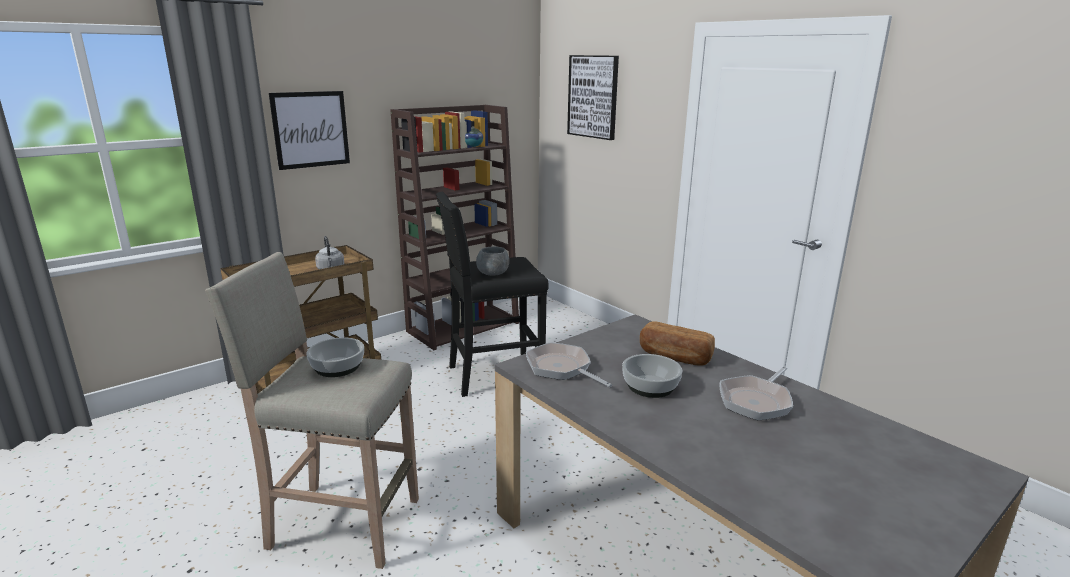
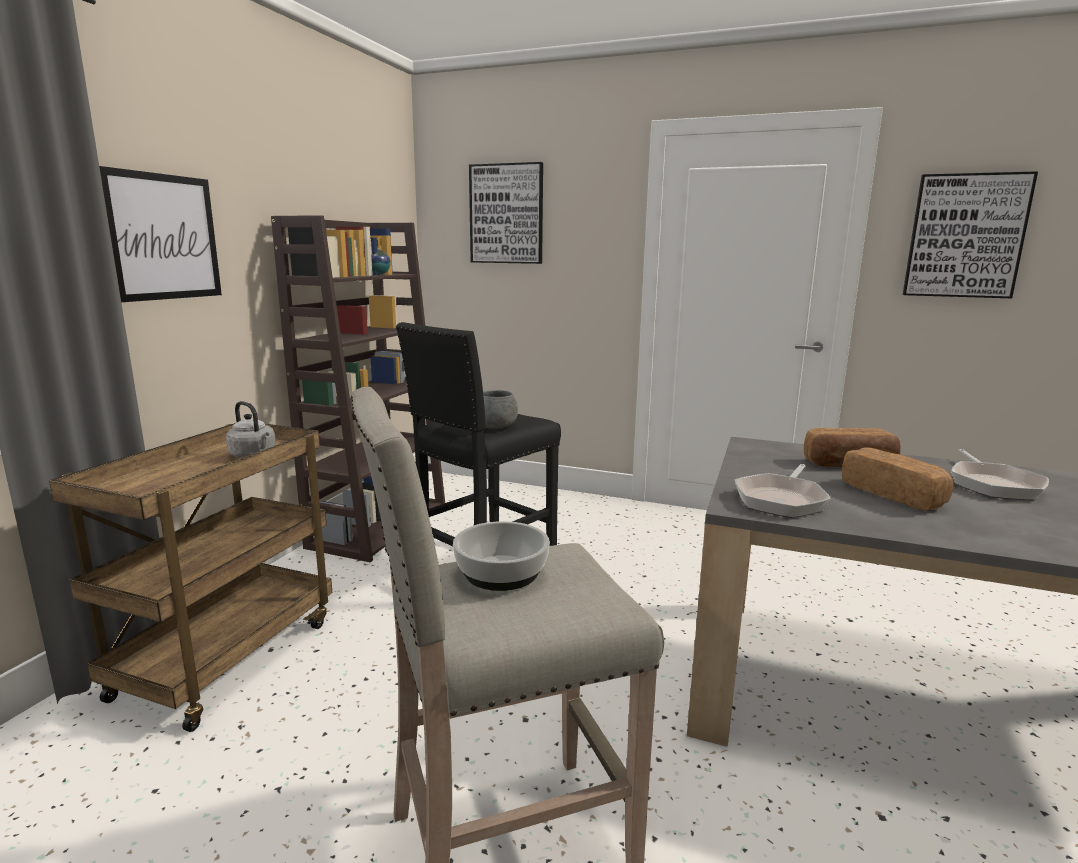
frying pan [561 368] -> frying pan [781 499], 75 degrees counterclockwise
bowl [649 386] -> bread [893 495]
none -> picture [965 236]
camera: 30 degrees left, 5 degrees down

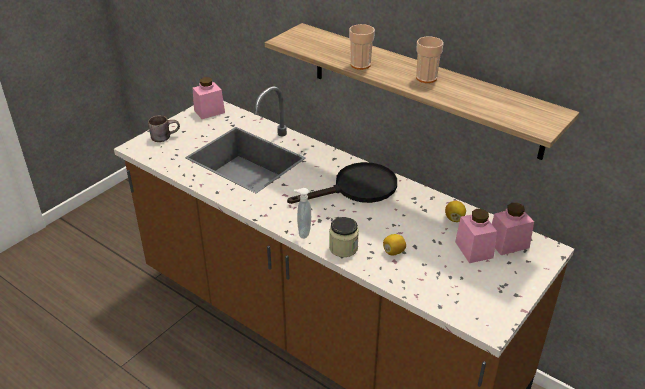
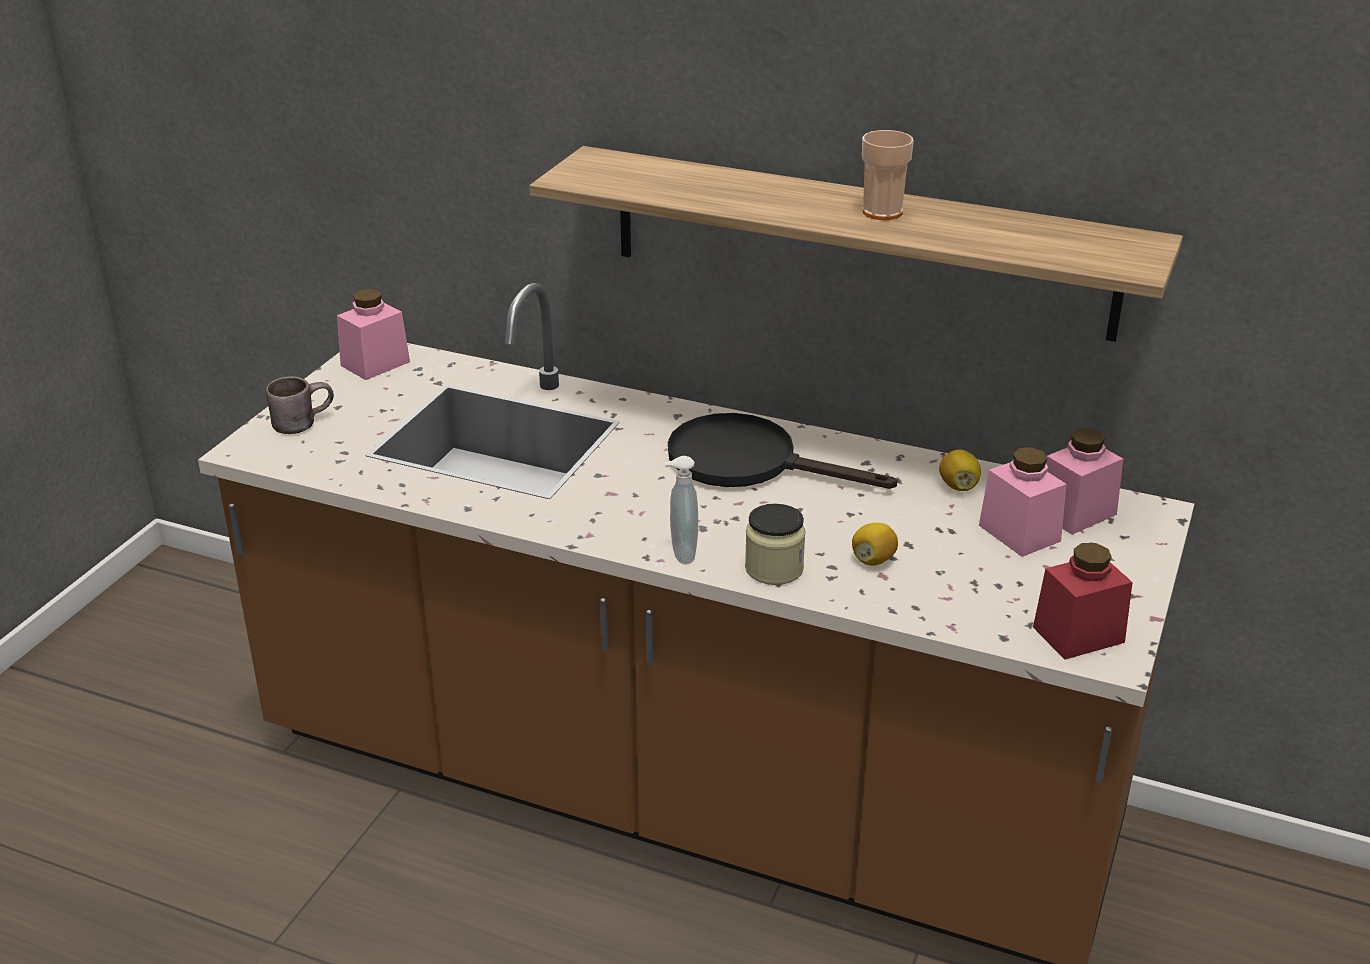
cup [360 65] -> none
frying pan/black [357 189] -> frying pan/black [749 462], 120 degrees counterclockwise
none -> jar/red [1078 634]
camera: 15 degrees left, 5 degrees down

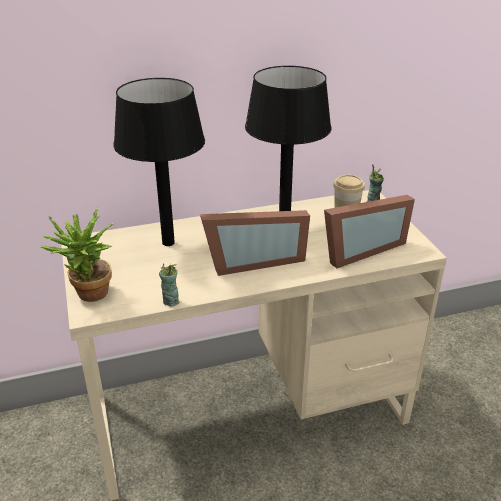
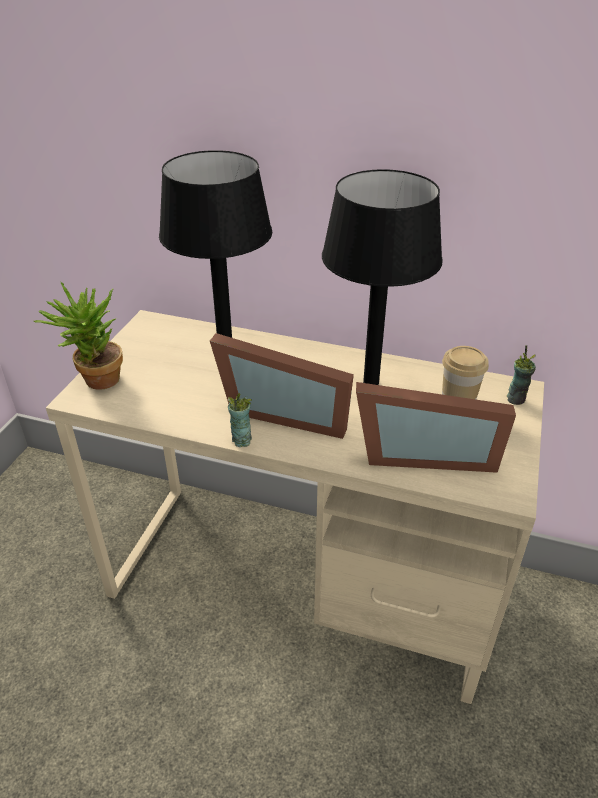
cup [170 301] -> cup [241 440], shifted
camera: 35 degrees right, 5 degrees up

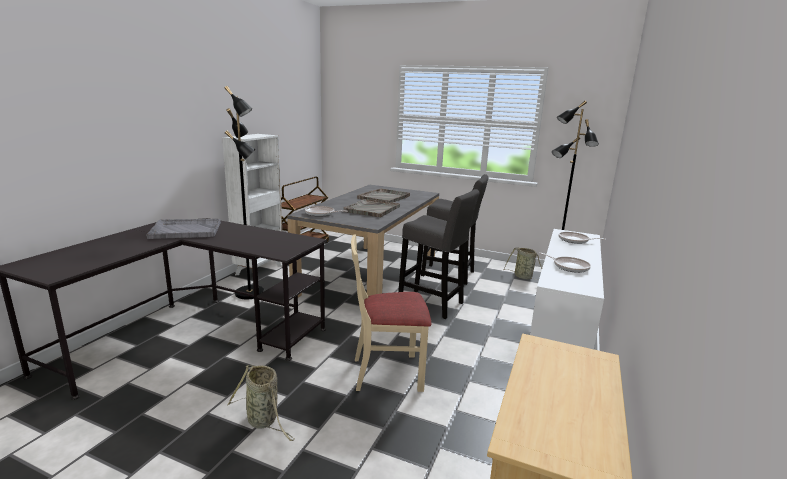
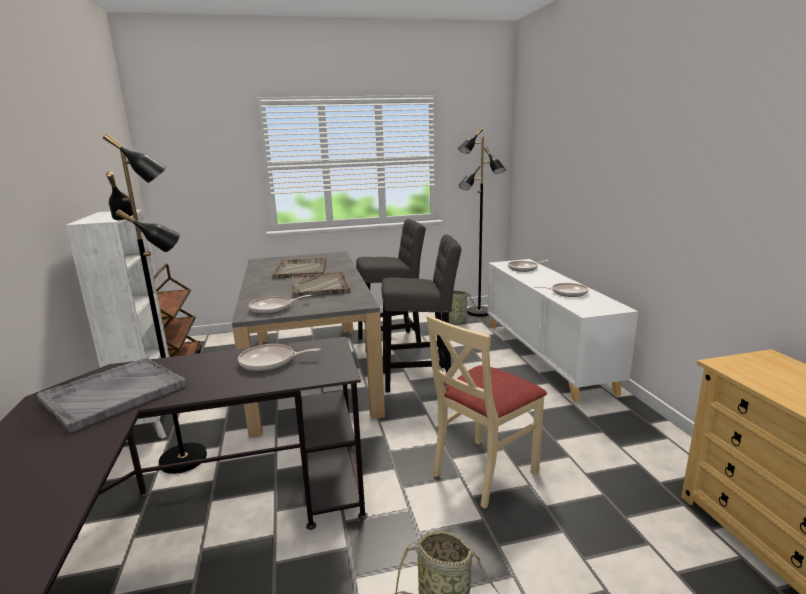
none -> frying pan [270 362]
camera: 35 degrees left, 0 degrees up

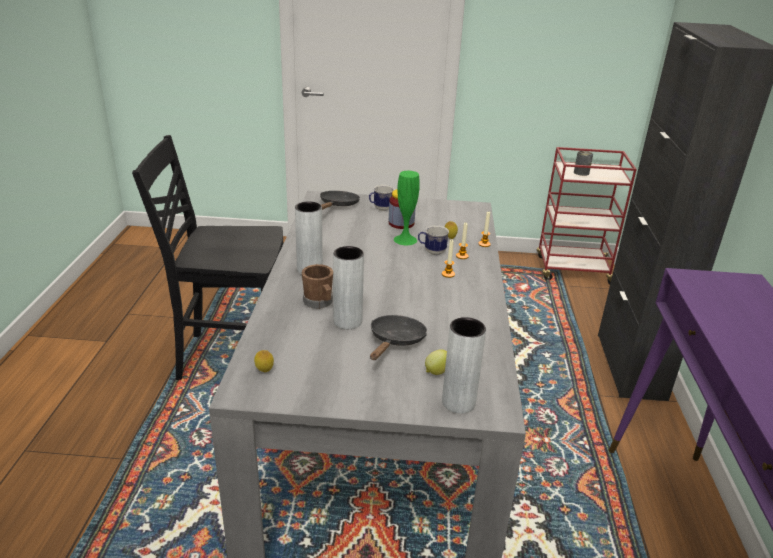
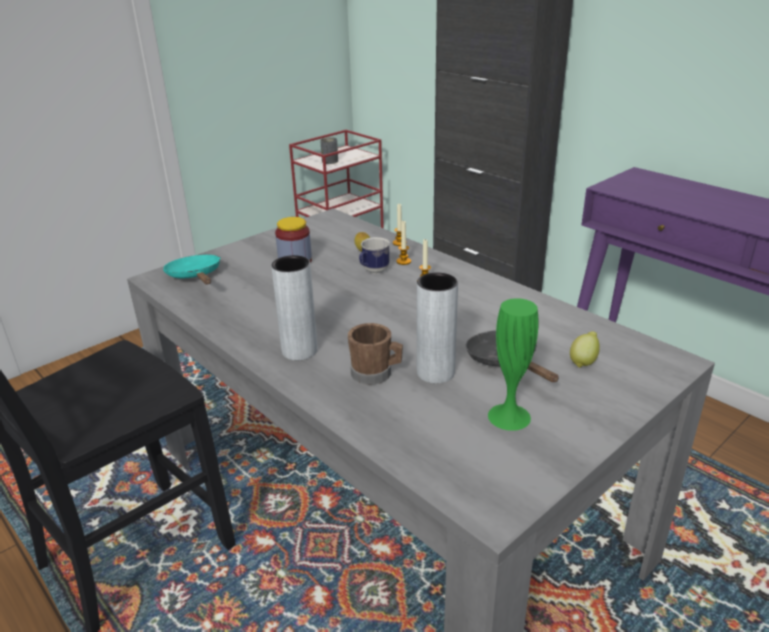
vase/green [405 240] -> vase/green [509 416], shifted
mug [380 209] -> none
frying pan/black [338 205] -> frying pan/turquoise [196 276]
vase/grey [458 402] -> none
lemon [264 371] -> none
camera: 45 degrees left, 0 degrees up

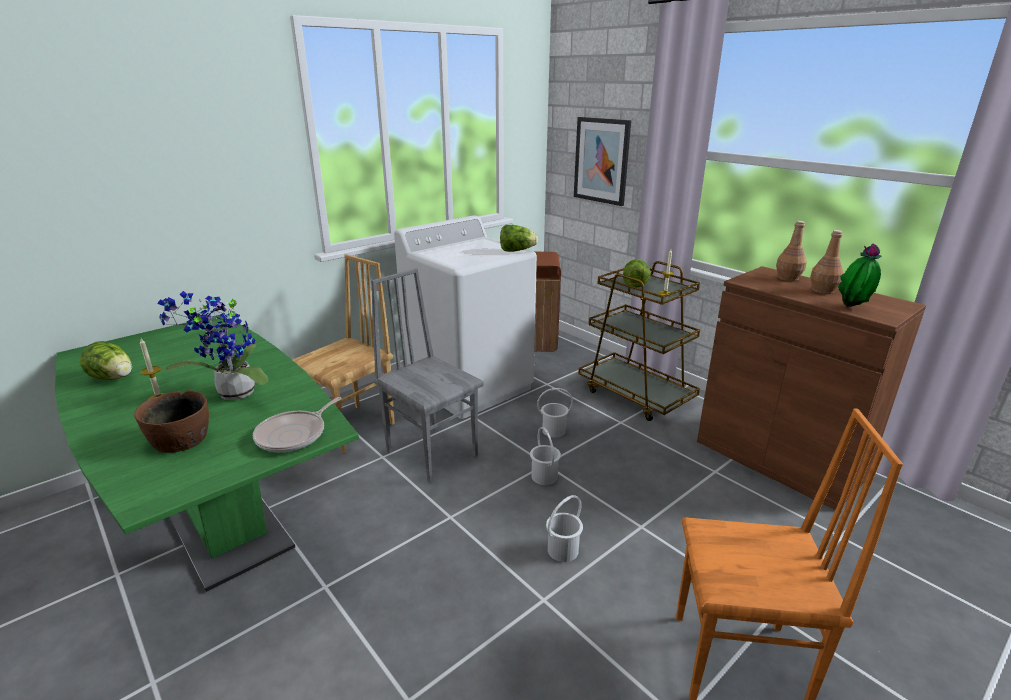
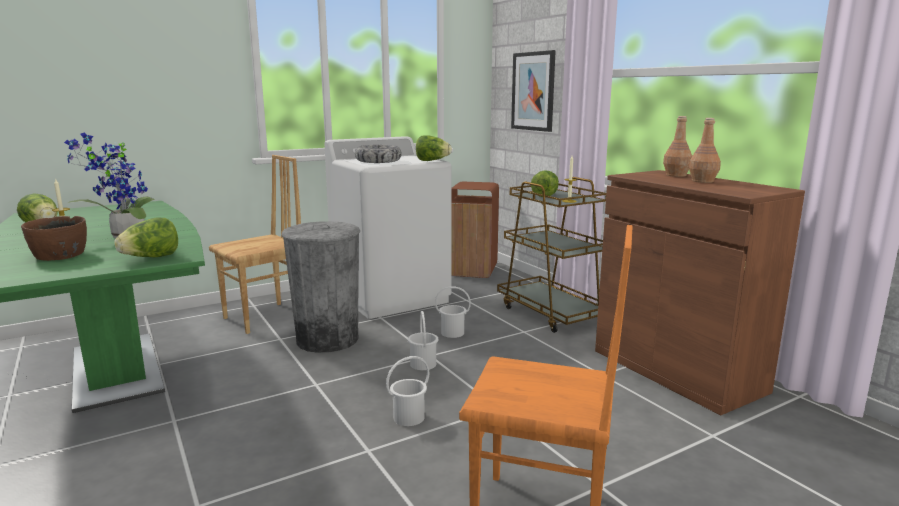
potted plant [852 307] -> none
chair/grey [432 452] -> trash can/grey [327 339]
frying pan [294 434] -> lettuce [151 257]
none -> bowl [378 161]
camera: 10 degrees right, 10 degrees down

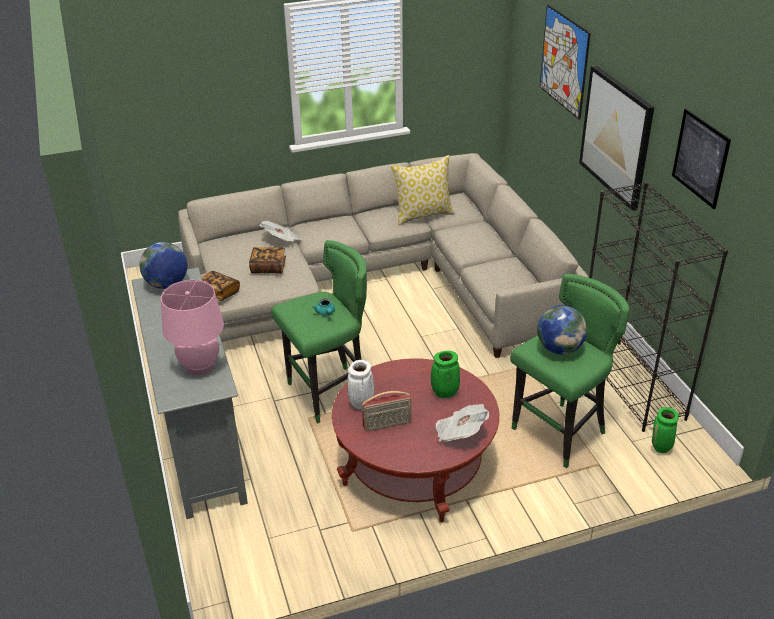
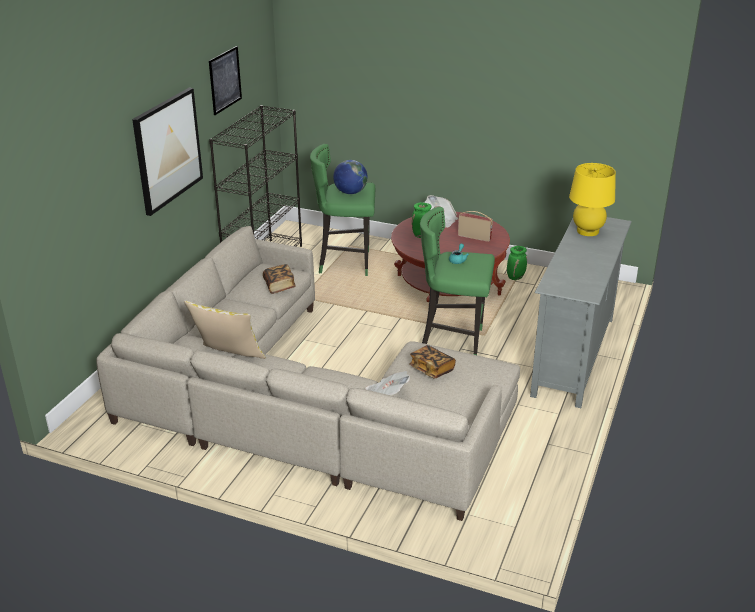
picture [564 61] -> none
globe [167 284] -> none
book [218 293] -> book [279 286], shifted
table lamp/pink [200 366] -> table lamp/yellow [587 231]
vase/white [361 404] -> none
vase/green [661 448] -> vase/green [515 277], shifted
camera: 140 degrees left, 5 degrees down

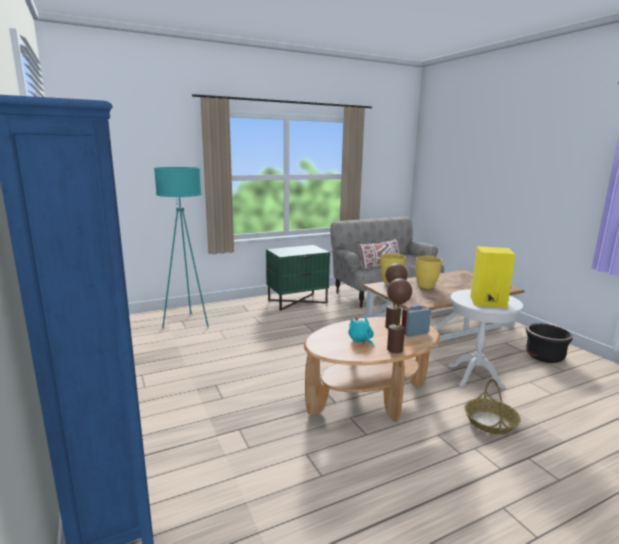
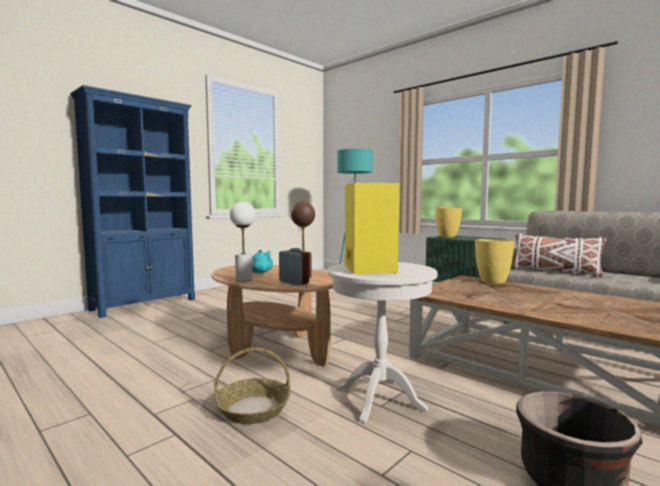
vase/yellow [426 286] -> vase/yellow [448 236], shifted
table lamp/brown [395 349] -> table lamp/white [244 279]
camera: 70 degrees right, 10 degrees down

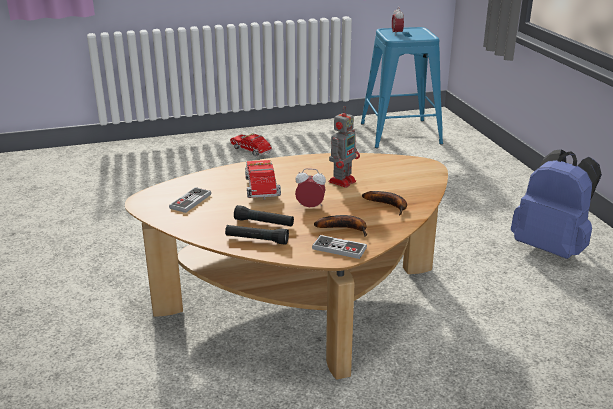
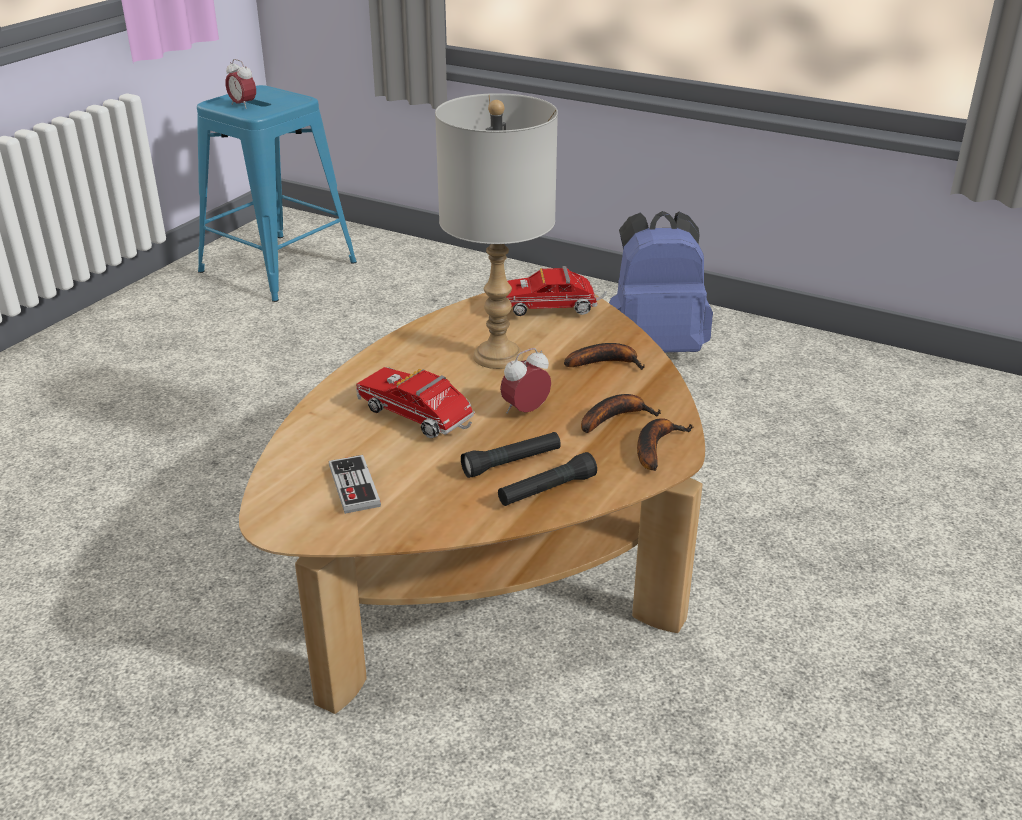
toy robot [343 181] -> table lamp/grey [497 356]
toy truck [253 151] -> toy truck [550 308], shifted
game controller [339 248] -> banana [655 447]
camera: 45 degrees left, 5 degrees up

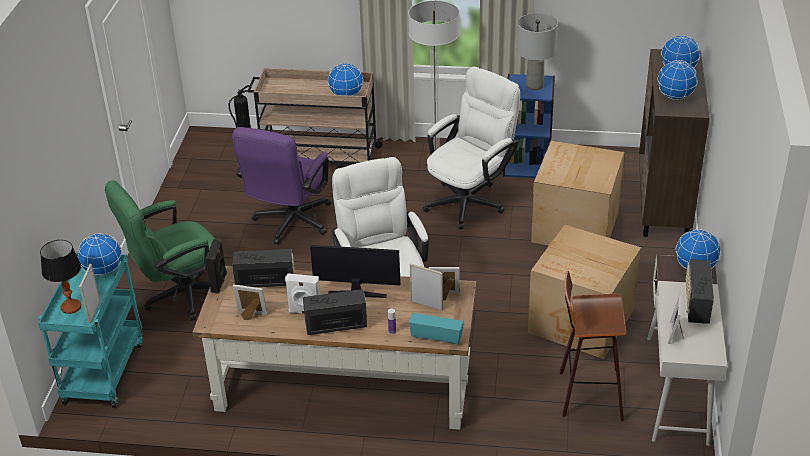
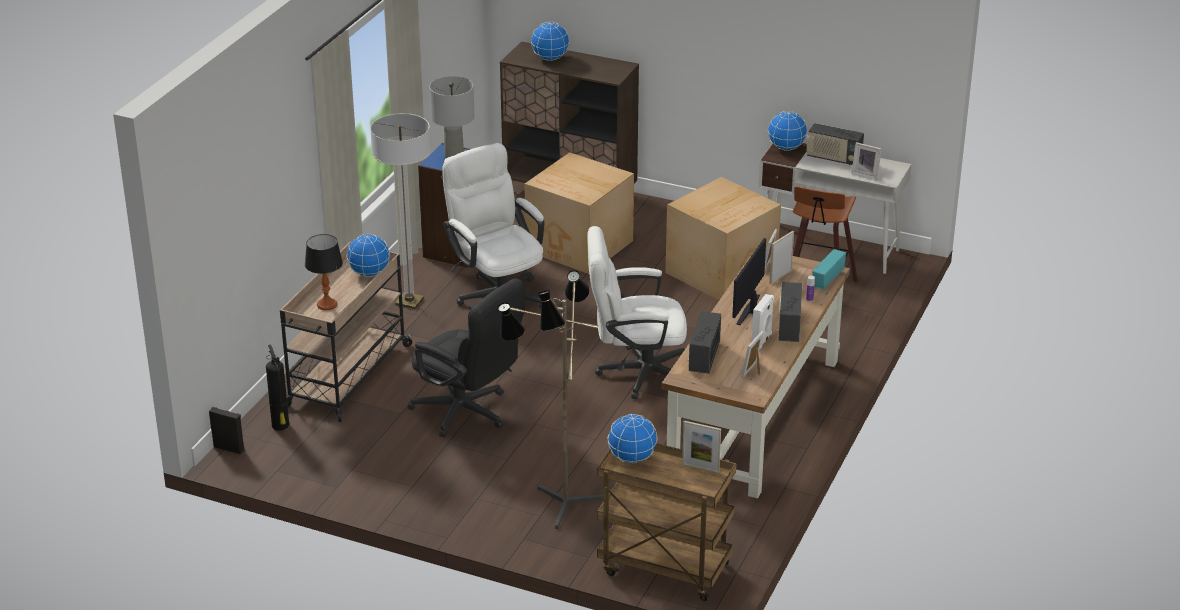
globe [675 97] -> none
office chair/purple [290 224] -> office chair/black [468 413]
office chair/green [179 296] -> floor lamp [557 505]
speaker/black [219 283] -> speaker/black [229 448], shifted
table lamp [71 307] -> table lamp [327 305], shifted
cart/turquoise [103 371] -> cart/brown [663 569]
camera: 75 degrees left, 5 degrees down

